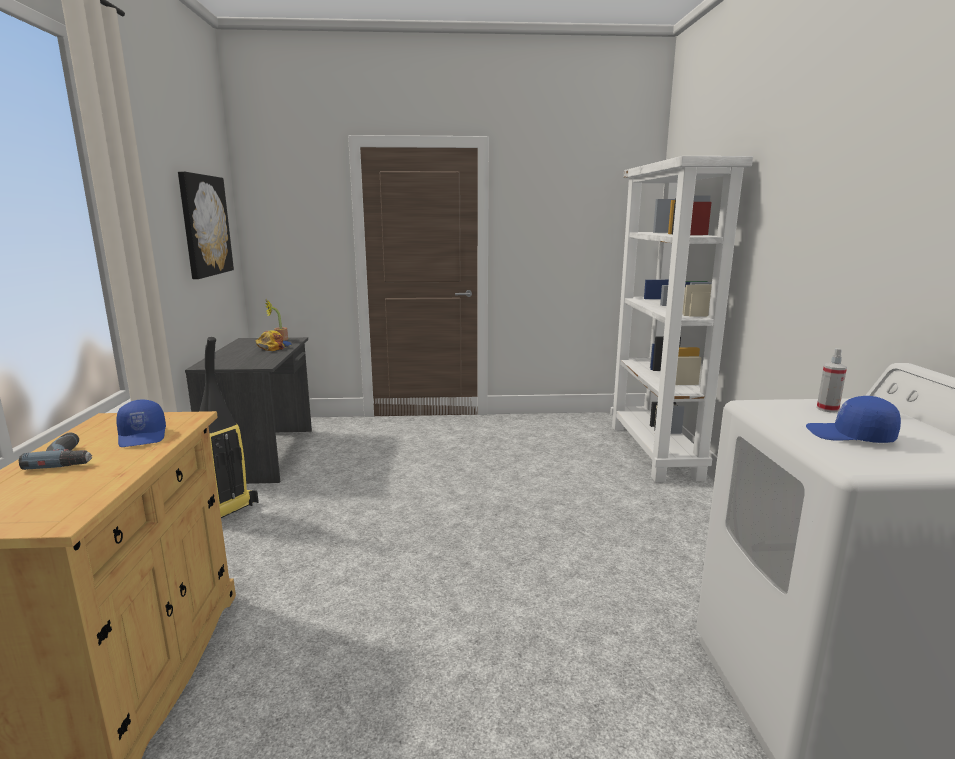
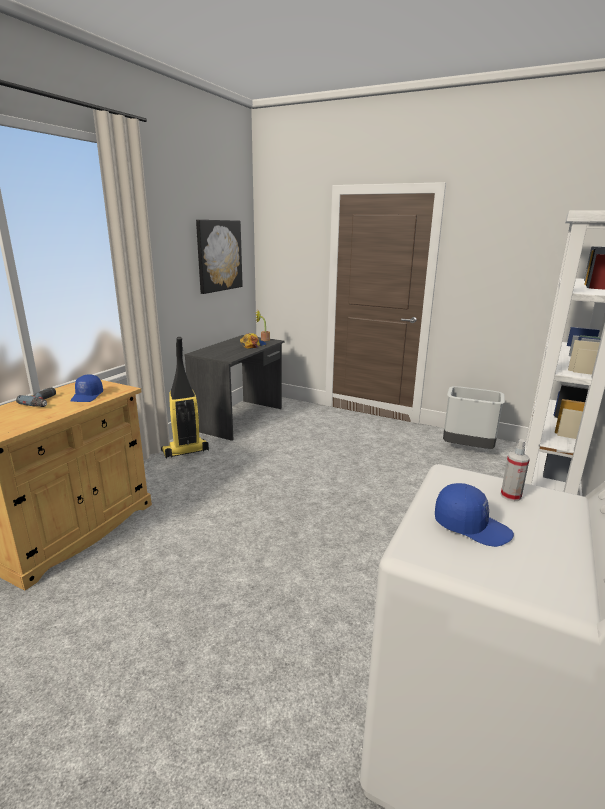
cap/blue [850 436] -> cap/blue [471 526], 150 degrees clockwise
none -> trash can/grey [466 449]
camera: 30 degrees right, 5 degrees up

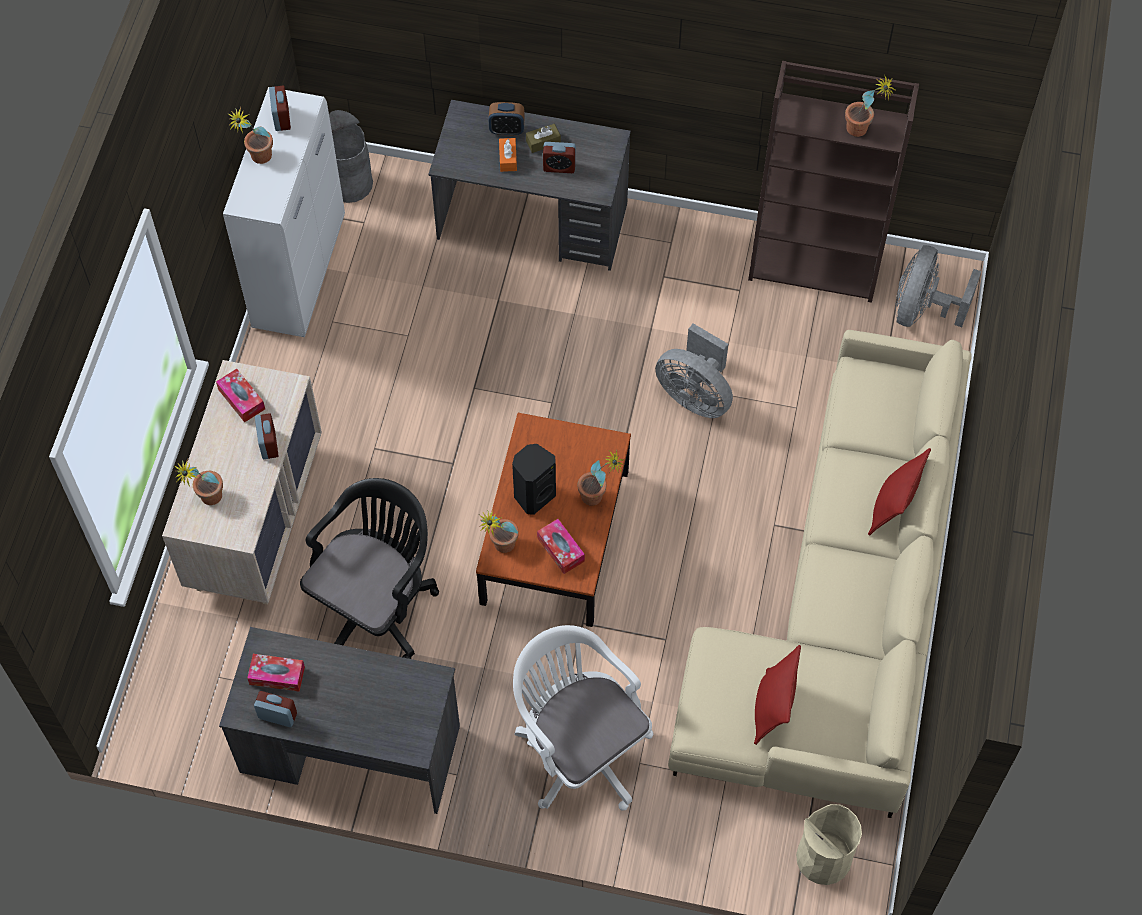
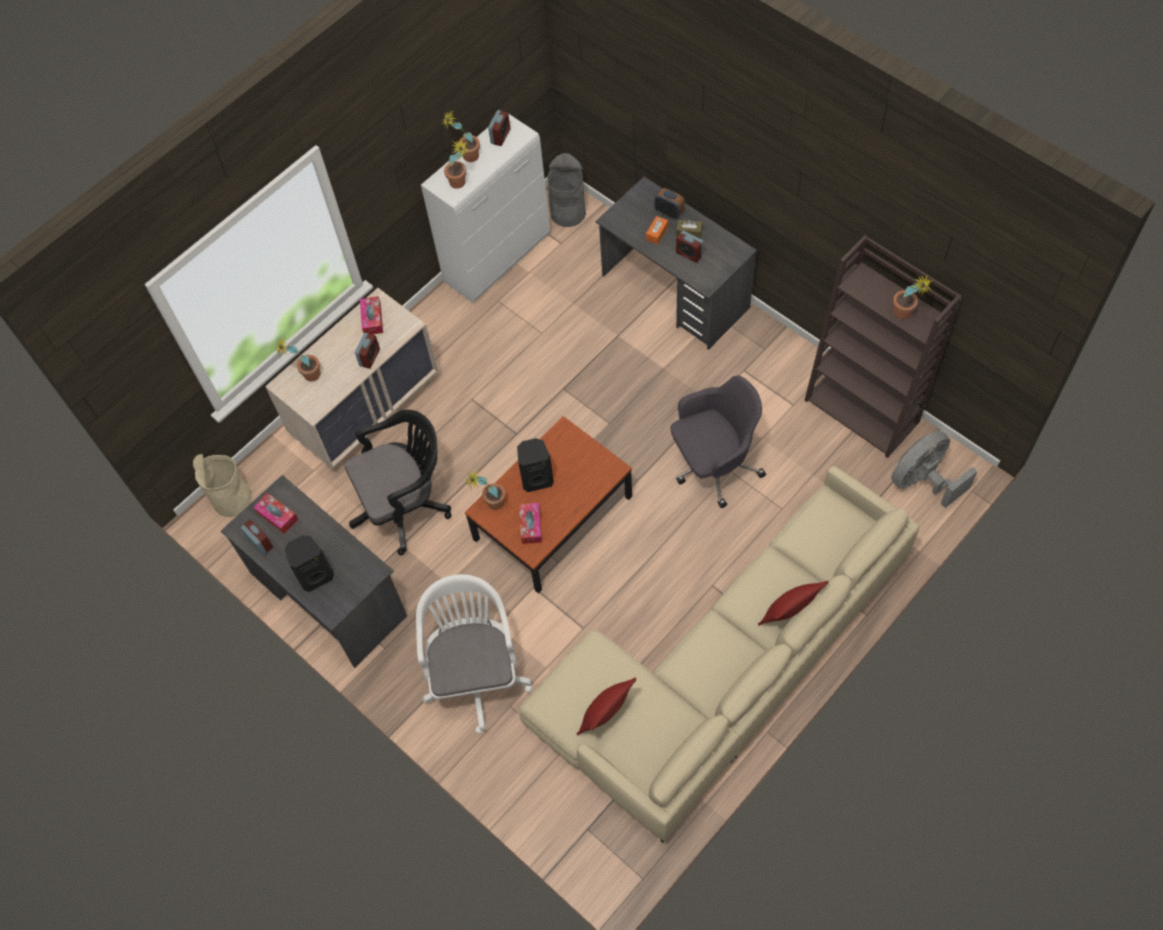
fan/grey [695 395] -> office chair/grey [713 465]
potted plant [598 498] -> potted plant [460 185], shifted
trash can/beige [823 857] -> trash can/beige [232 499], shifted
none -> speaker/black [315 575]
camera: 35 degrees right, 0 degrees up

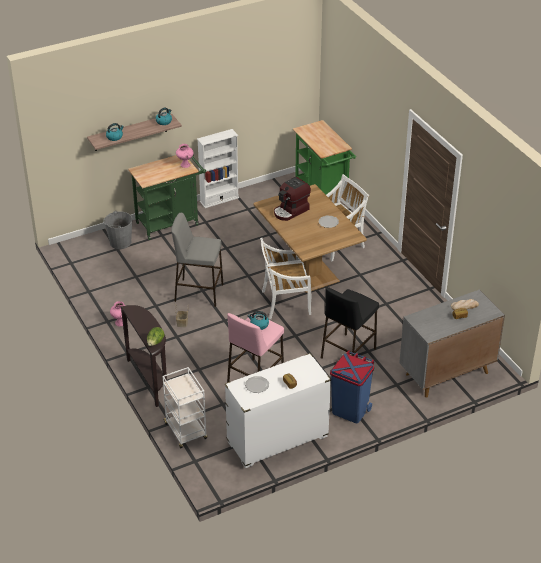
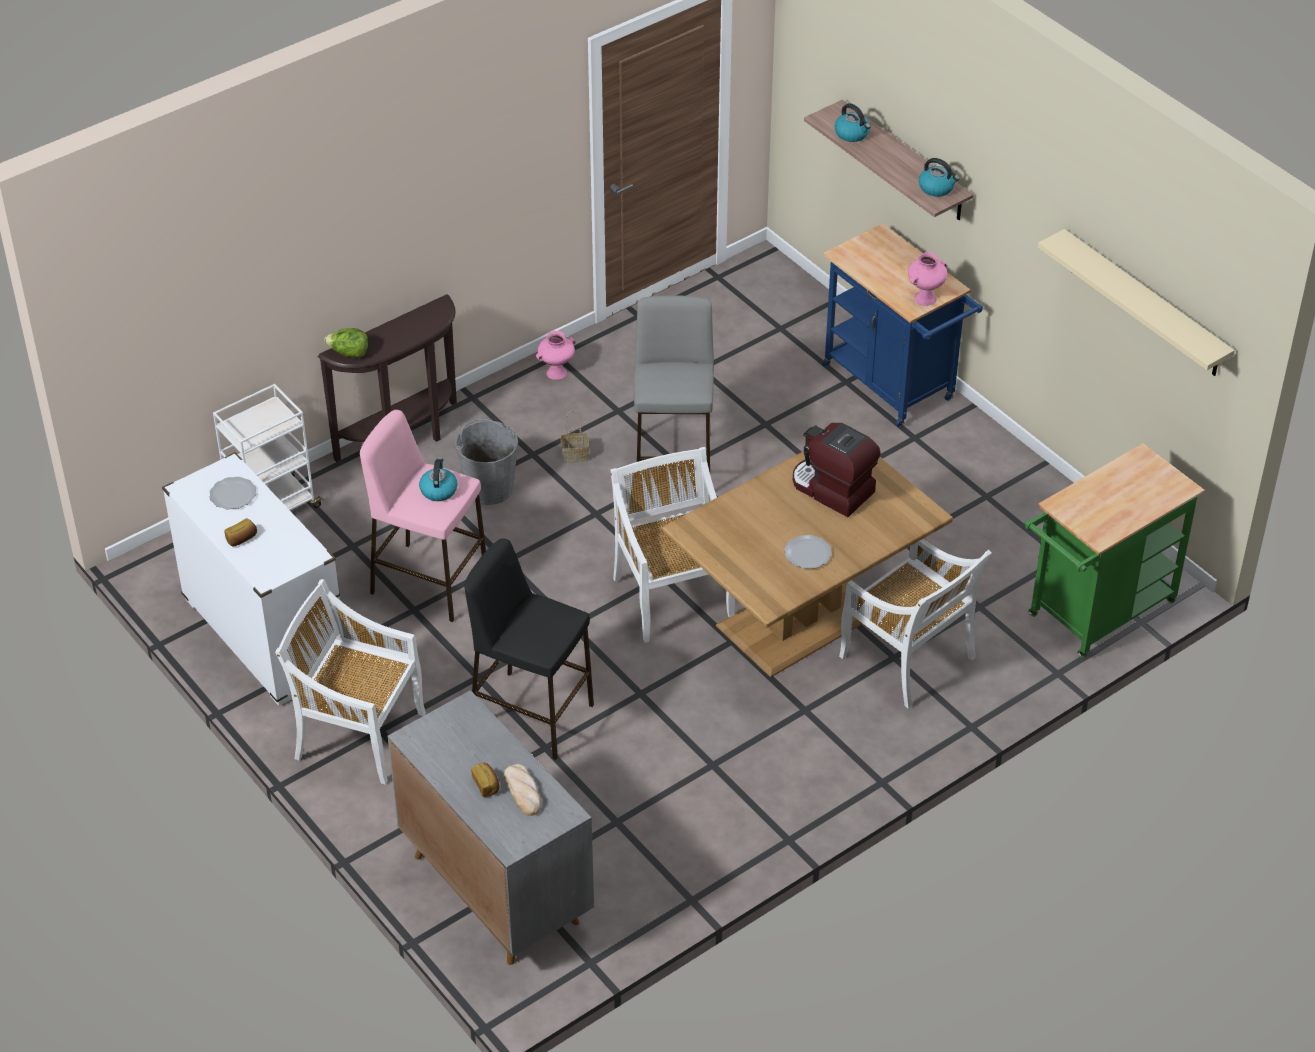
bookcase/white [219 199] -> none
cart/green [170 222] -> cart/blue [894 387]
bucket/grey [120 242] -> bucket/grey [489 487], shifted
trash can/blue [350 410] -> chair/white [358 734]
none -> shelf/beige [1144 304]
camera: 80 degrees right, 5 degrees up

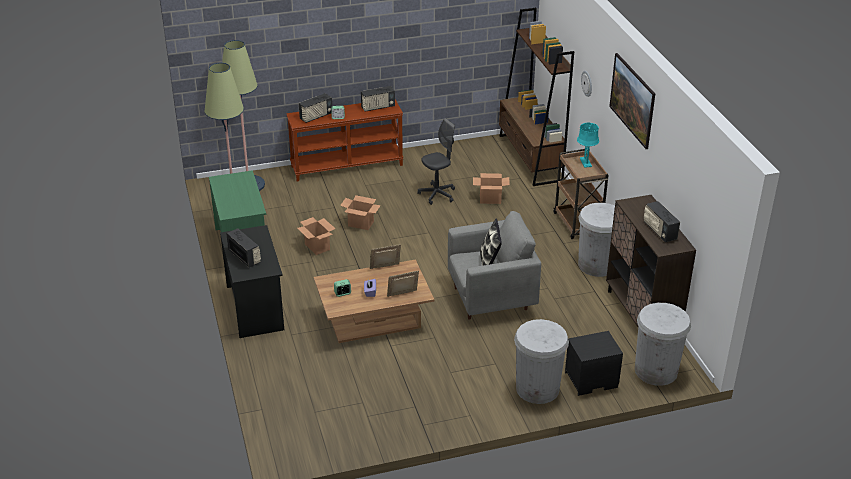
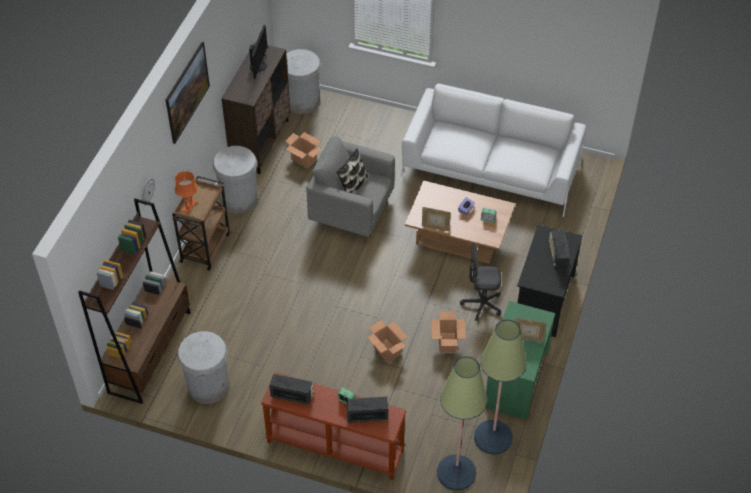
office chair/grey [437 194] -> office chair/grey [481 305], shifted
table lamp/turquoise [585 162] -> table lamp/orange [189 206]
cardboard box [490 199] -> cardboard box [304 160], shifted
radio [659 231] -> monitor [259 66]
picture frame [403 295] -> picture frame [528 338], shifted
trash can/white [537 388] -> trash can/white [208 387], shifted
nightstand/black [590 380] -> none
none -> sofa/white [491 169]
camera: 145 degrees left, 15 degrees up

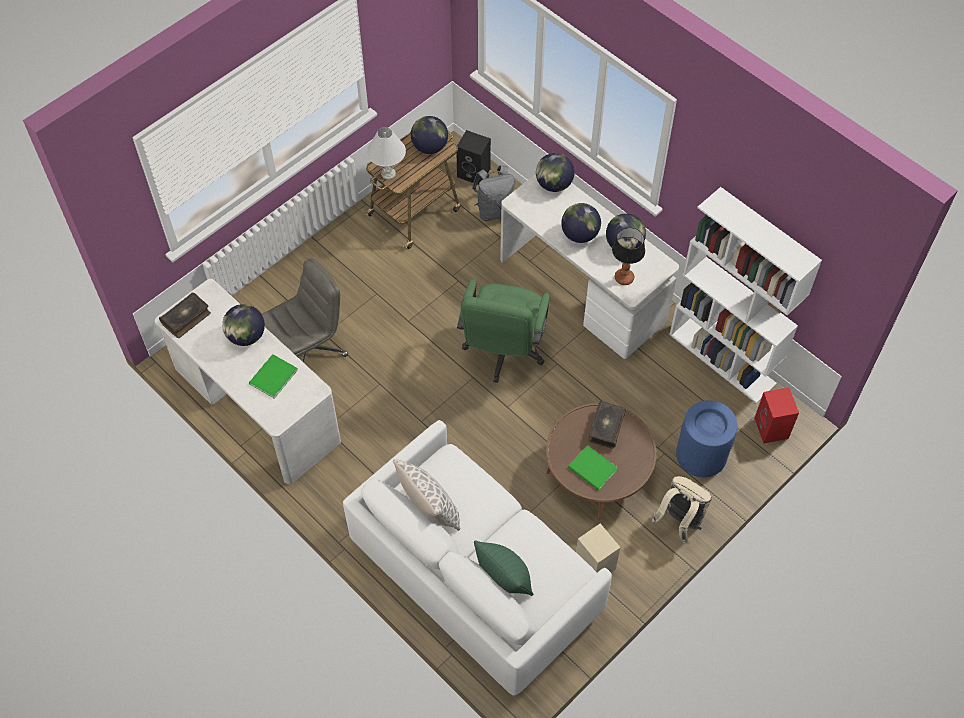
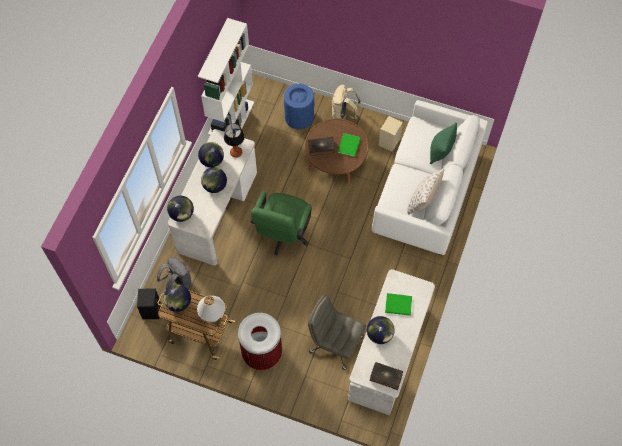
office chair/green [503 352] -> office chair/green [283 235], 120 degrees clockwise
speaker/red [772 429] -> none
none -> trash can [261 353]
camera: 115 degrees left, 5 degrees up

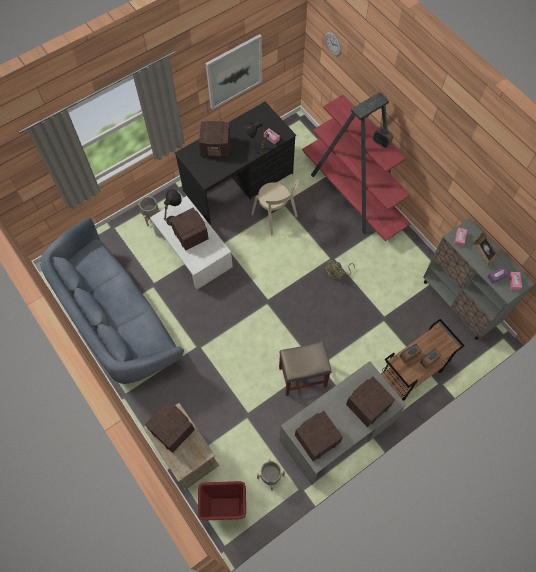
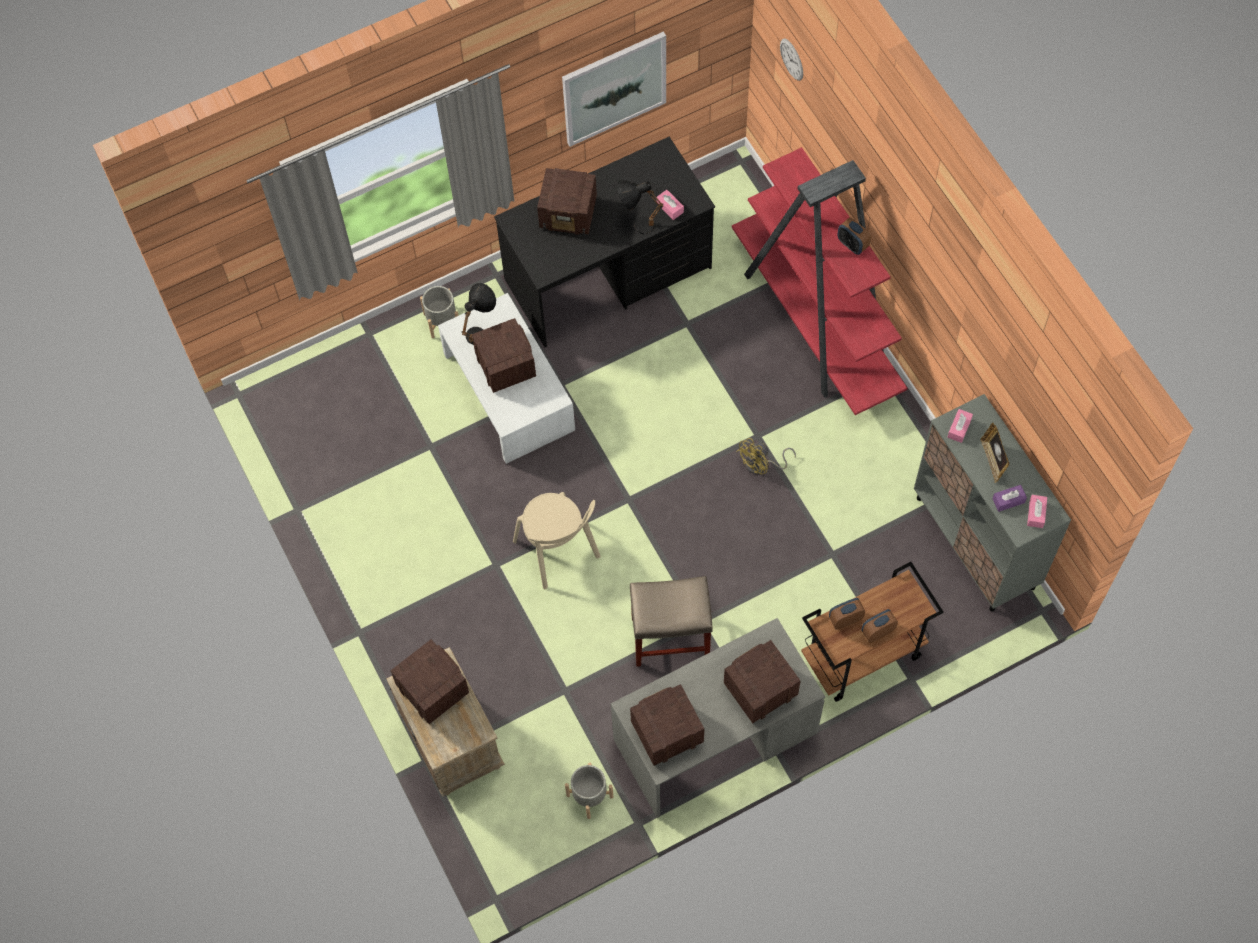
chair/beige [275 216] -> chair/beige [558 552], shifted
sofa/blue [116 320] -> none
trash can/red [225 509] -> none
camera: 10 degrees right, 0 degrees up

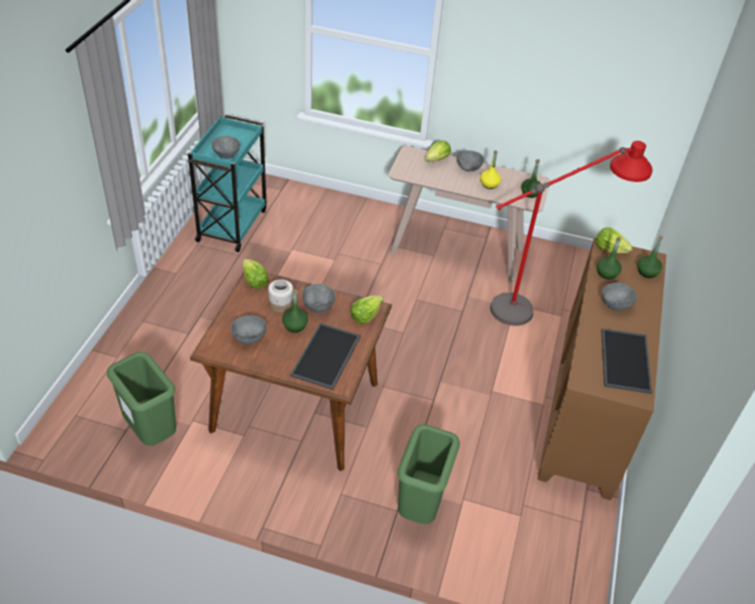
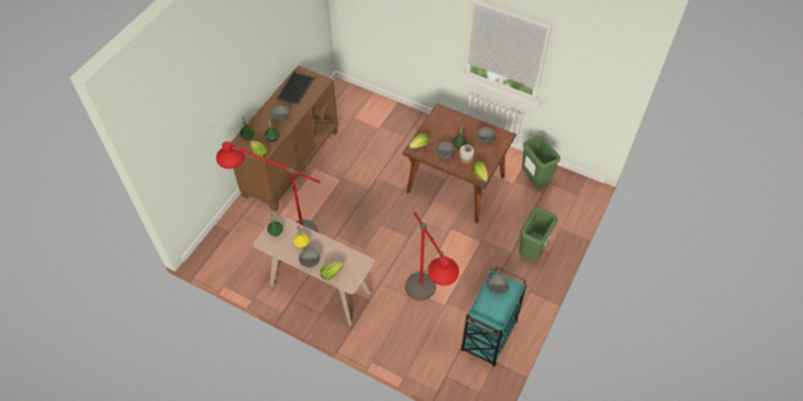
tray [327 357] -> none
trash can/green [419 506] -> trash can/green [532 252], shifted
none -> floor lamp/red [427 305]
camera: 165 degrees left, 10 degrees up

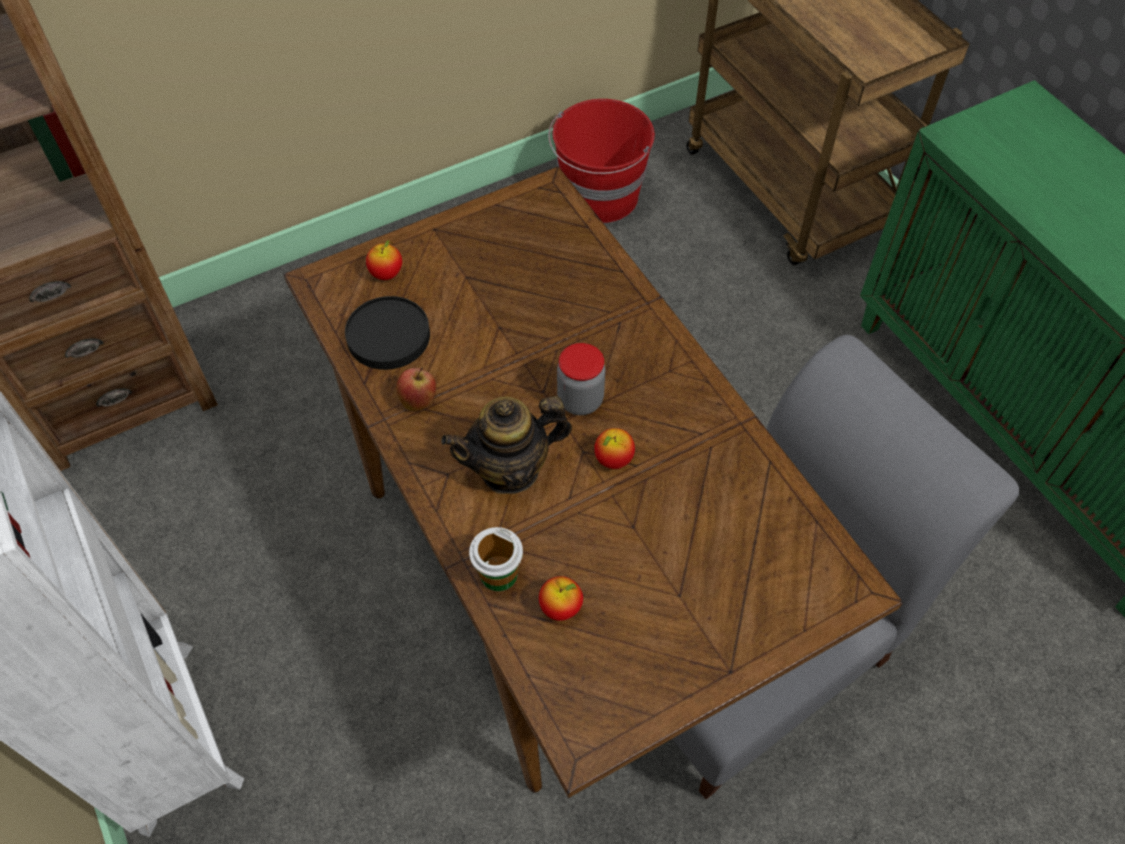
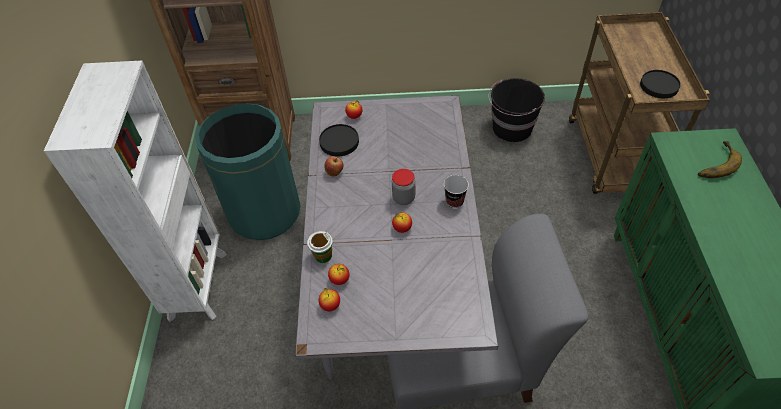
bucket/red [600 197] -> bucket/black [511 128]
dining table/brown [562 572] -> dining table/grey [395 291]
teapot [510 469] -> none
none -> plate/black [659 86]
none -> trash can/green [265 212]
none -> banana [714 163]
none -> cup [454 201]
none -> apple [330 305]
camera: 30 degrees right, 5 degrees down

